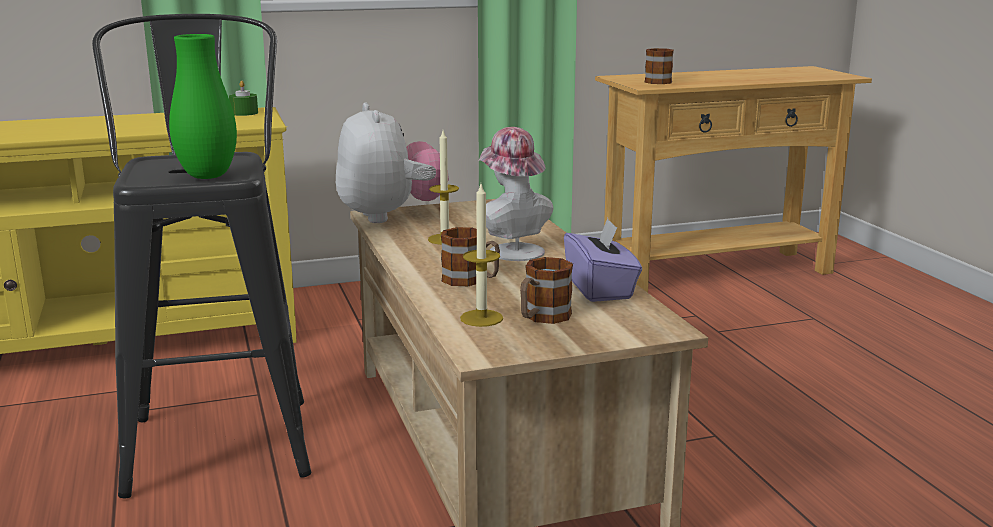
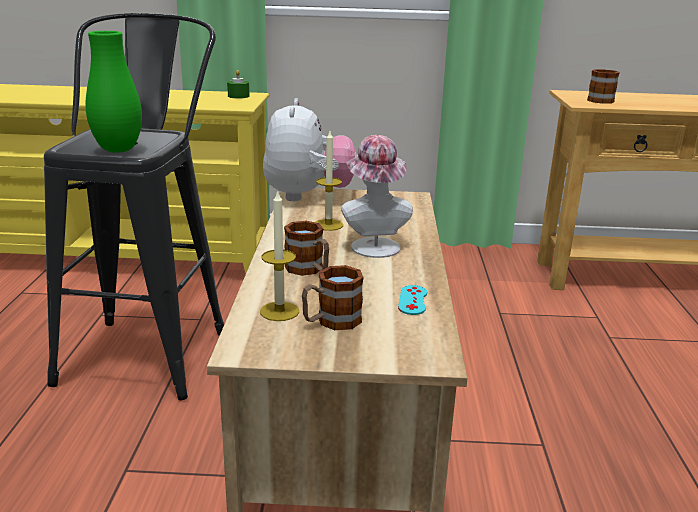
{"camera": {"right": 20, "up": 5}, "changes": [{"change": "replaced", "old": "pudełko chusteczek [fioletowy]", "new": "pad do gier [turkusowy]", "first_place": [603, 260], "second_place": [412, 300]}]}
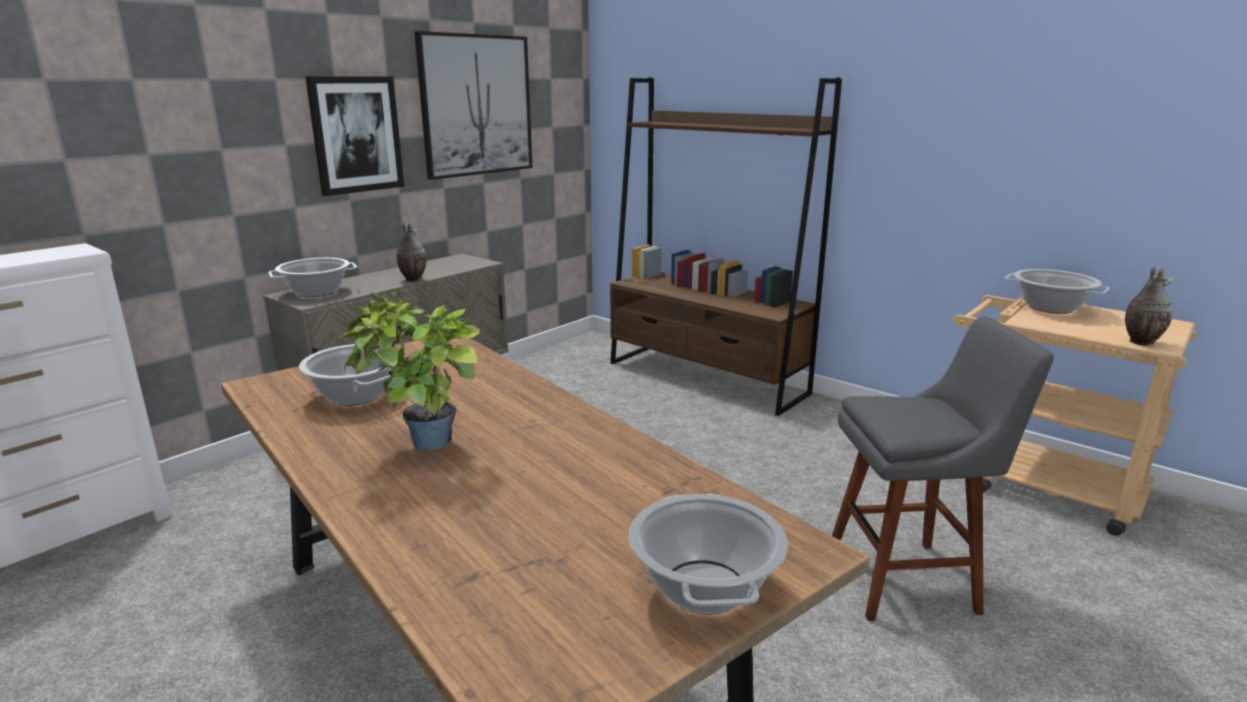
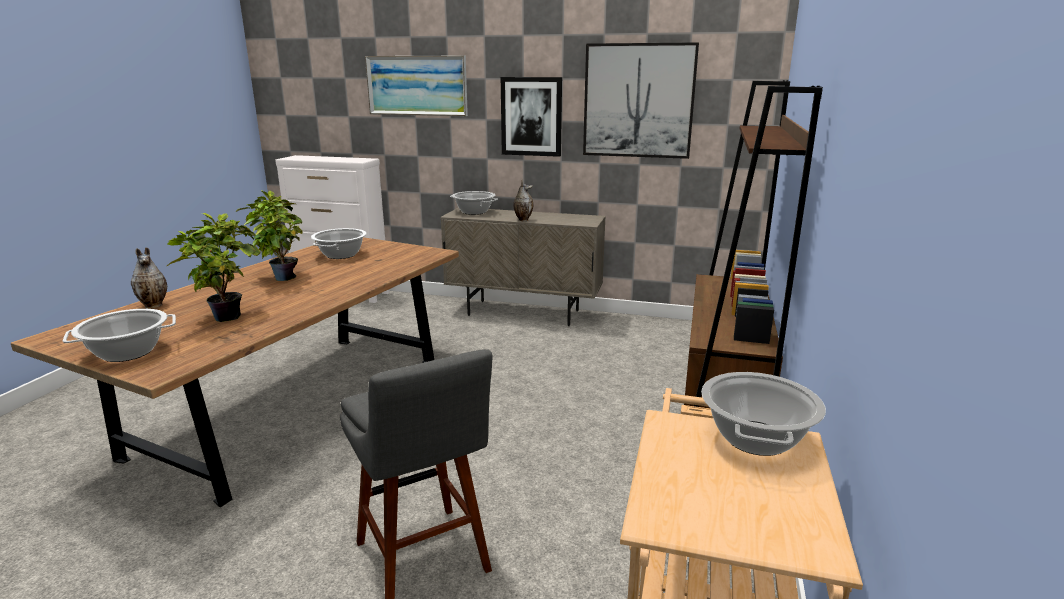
{"camera": {"right": 65, "up": 0}, "changes": [{"change": "moved", "old": "wazon", "first_place": [1149, 306], "second_place": [149, 278]}, {"change": "added", "new": "obraz", "second_place": [416, 86]}, {"change": "added", "new": "roślina doniczkowa", "second_place": [214, 267]}]}
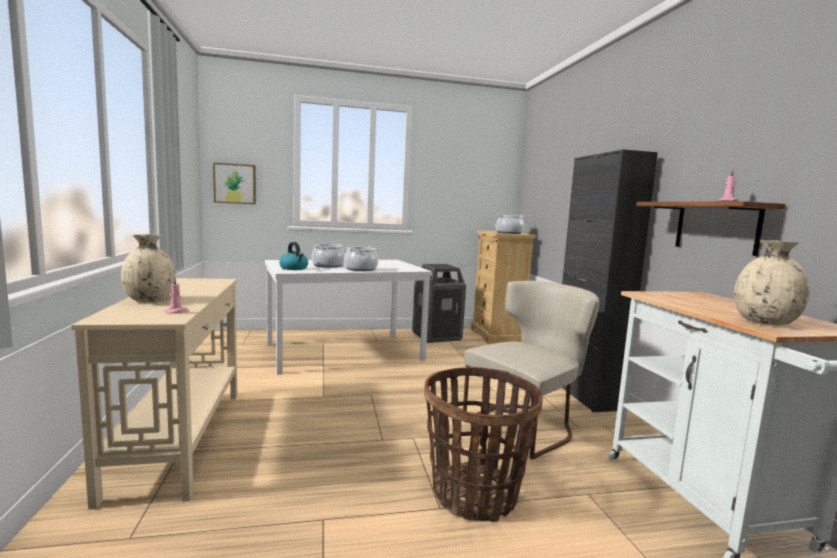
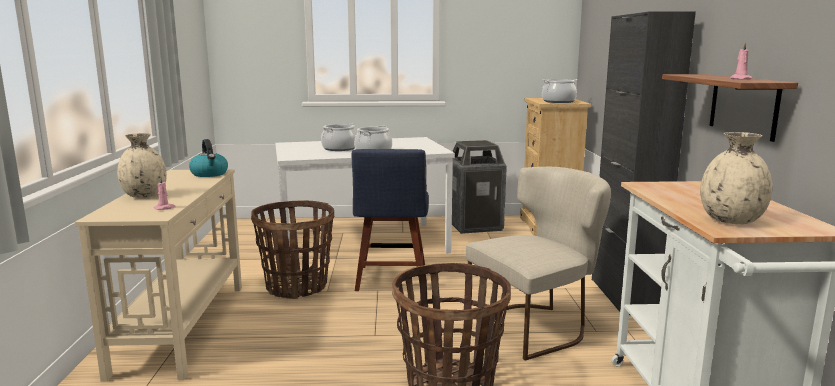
{"camera": {"right": 10, "up": 5}, "changes": [{"change": "removed", "old": "obraz", "first_place": [234, 183]}, {"change": "moved", "old": "czajnik", "first_place": [293, 256], "second_place": [208, 158]}, {"change": "added", "new": "krzesło [niebieski]", "second_place": [390, 220]}, {"change": "added", "new": "koszyk", "second_place": [292, 249]}]}
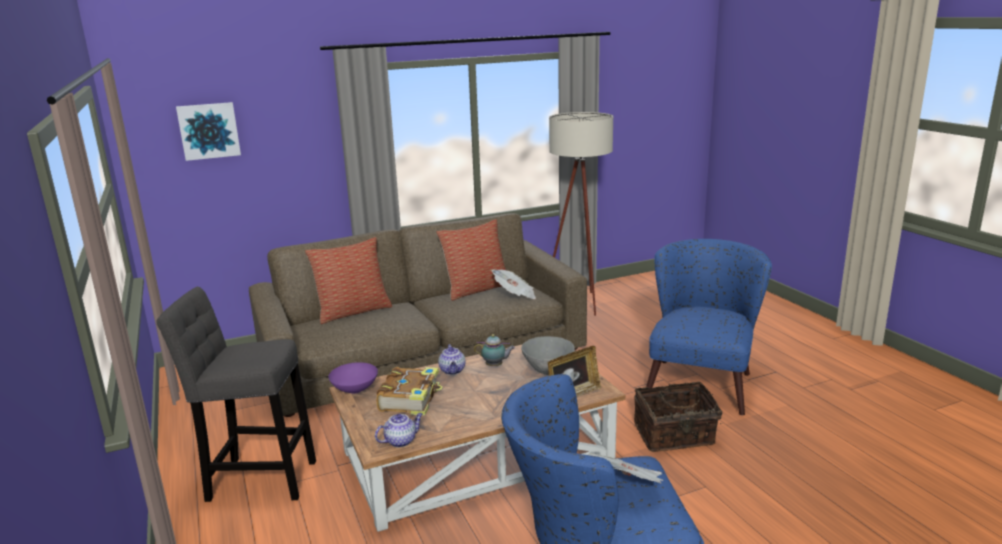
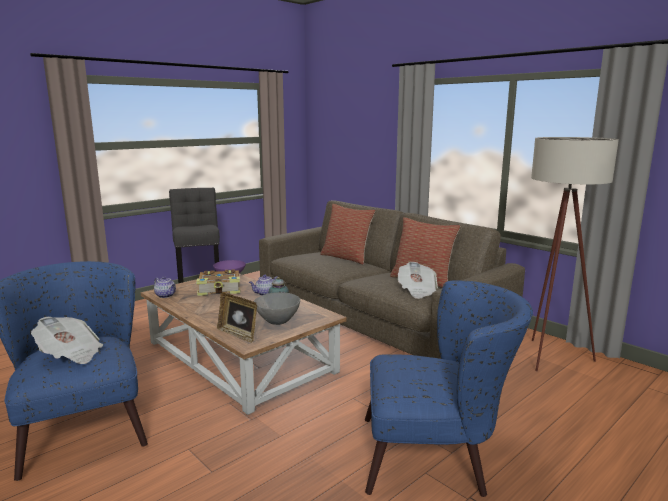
{"camera": {"right": 70, "up": -5}, "changes": [{"change": "removed", "old": "obraz", "first_place": [208, 131]}, {"change": "removed", "old": "koszyk", "first_place": [678, 417]}]}
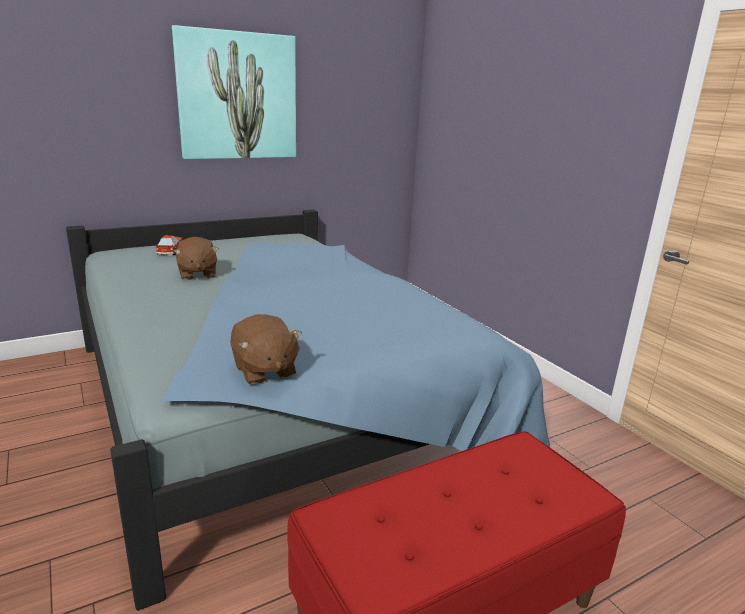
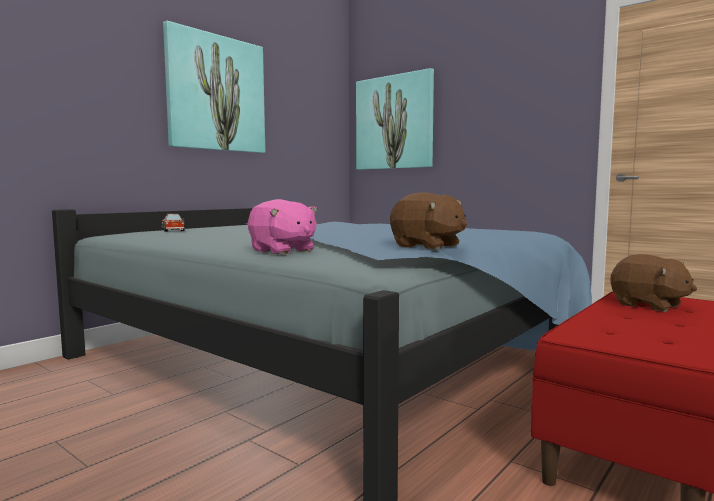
{"camera": {"right": -20, "up": -15}, "changes": [{"change": "moved", "old": "pluszak [brązowy]", "first_place": [196, 258], "second_place": [653, 283]}, {"change": "added", "new": "obraz", "second_place": [395, 119]}, {"change": "added", "new": "pluszak [różowy]", "second_place": [283, 226]}]}
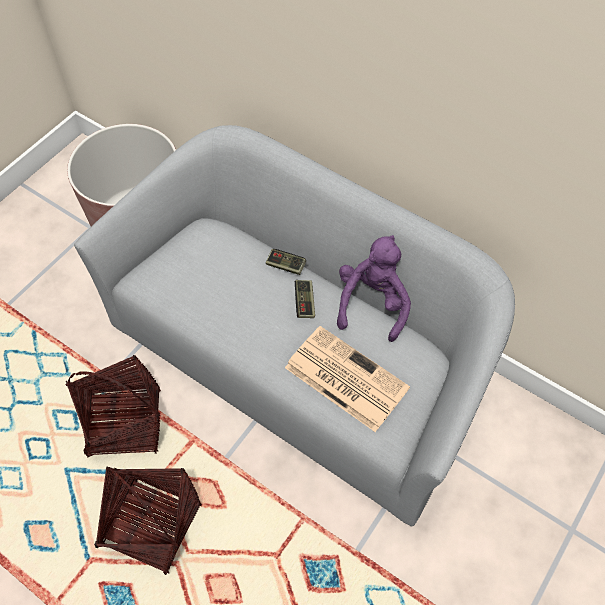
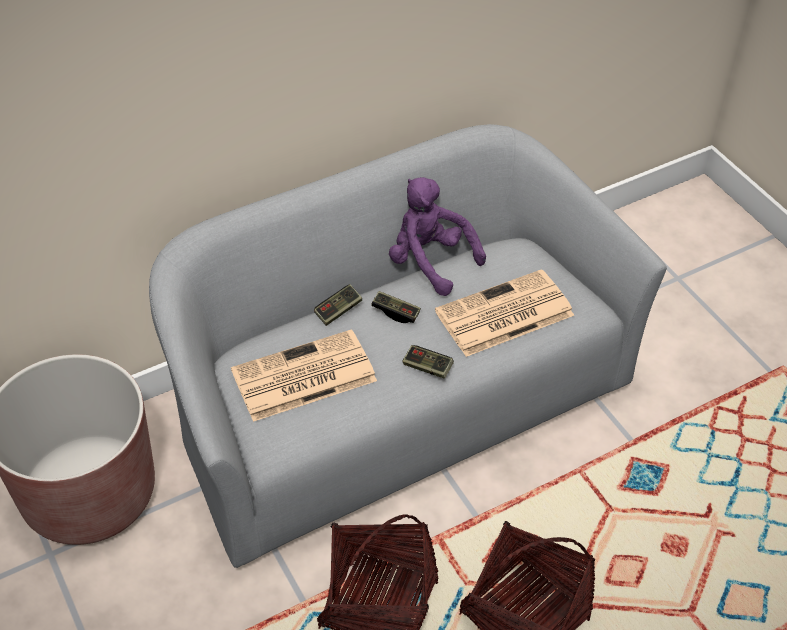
{"camera": {"right": -65, "up": -10}, "changes": [{"change": "added", "new": "gazeta", "second_place": [304, 375]}, {"change": "added", "new": "pad do gier", "second_place": [428, 362]}]}
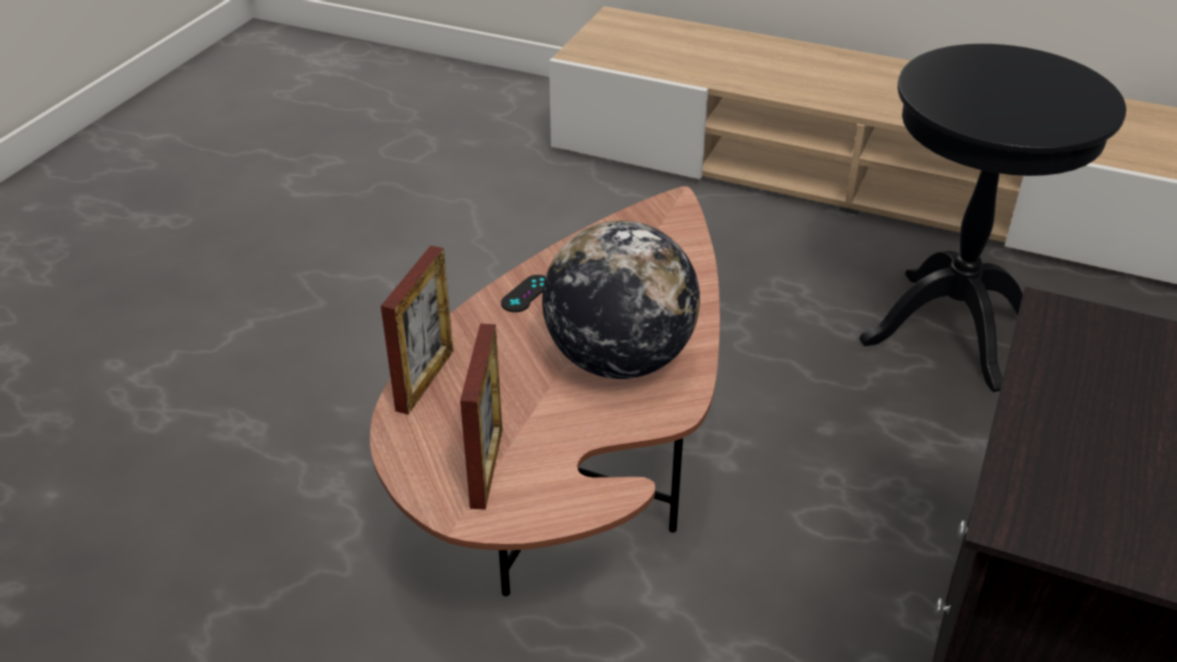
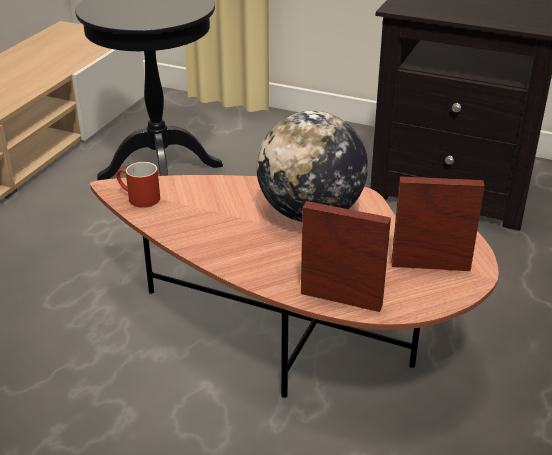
{"camera": {"right": -90, "up": -5}, "changes": [{"change": "removed", "old": "pad do gier [czarny]", "first_place": [523, 293]}, {"change": "added", "new": "kubek [czerwony]", "second_place": [138, 185]}]}
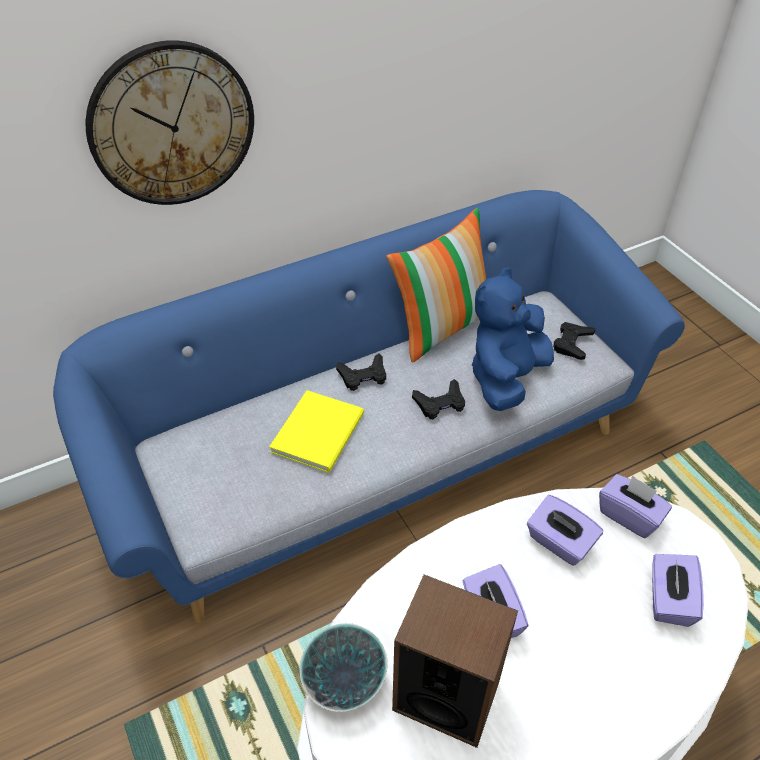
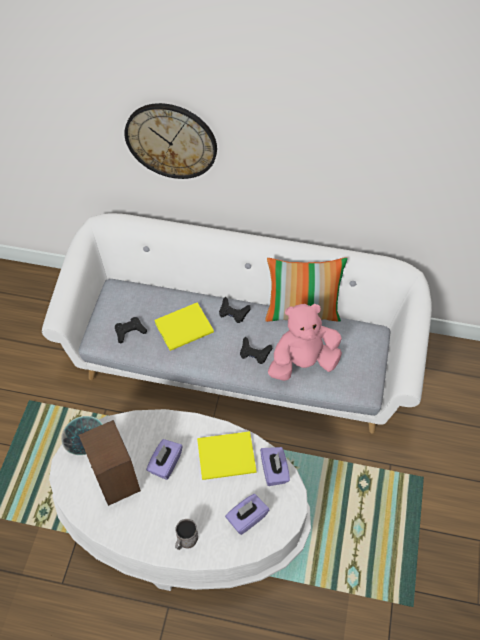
{"camera": {"right": 40, "up": 10}, "changes": [{"change": "recoloured", "old": "kanapa [niebieski]", "new": "kanapa [biały]", "first_place": [369, 406], "second_place": [237, 323]}, {"change": "recoloured", "old": "pluszak [niebieski]", "new": "pluszak [różowy]", "first_place": [513, 339], "second_place": [305, 342]}, {"change": "moved", "old": "pad do gier [czarny]", "first_place": [574, 341], "second_place": [131, 330]}, {"change": "replaced", "old": "pudełko chusteczek [fioletowy]", "new": "książka [żółty]", "first_place": [565, 530], "second_place": [226, 455]}, {"change": "added", "new": "kubek [szary]", "second_place": [186, 534]}]}
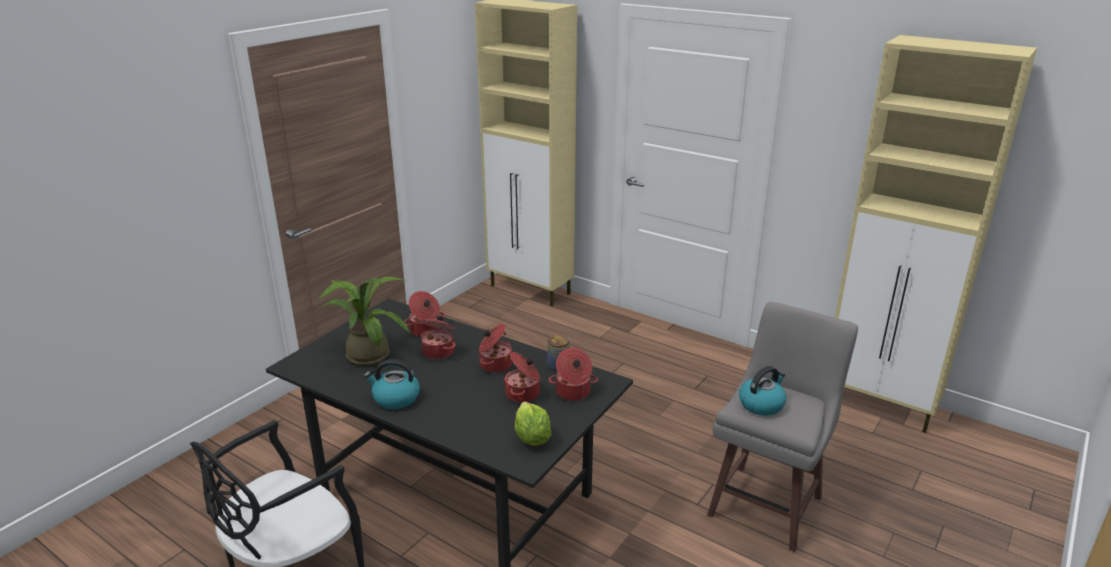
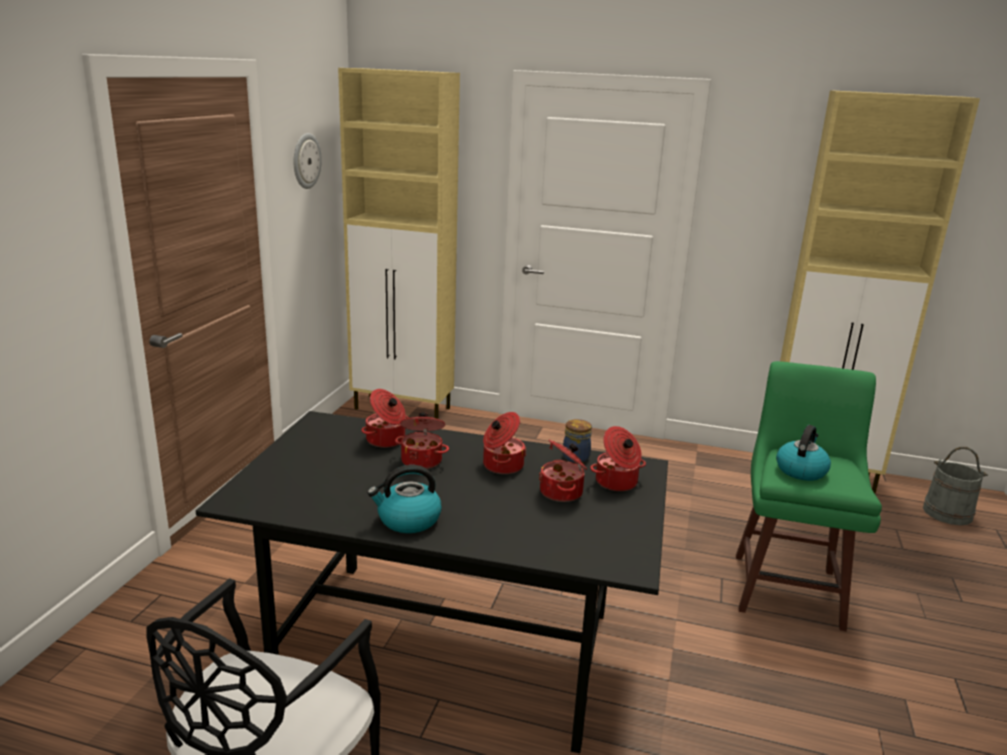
{"camera": {"right": -20, "up": -5}, "changes": [{"change": "removed", "old": "roślina doniczkowa", "first_place": [364, 321]}, {"change": "recoloured", "old": "stołek [szary]", "new": "stołek [zielony]", "first_place": [782, 427], "second_place": [809, 496]}, {"change": "removed", "old": "sałata", "first_place": [533, 423]}, {"change": "added", "new": "zegar ścienny", "second_place": [308, 161]}, {"change": "added", "new": "wiadro [szary]", "second_place": [956, 486]}]}
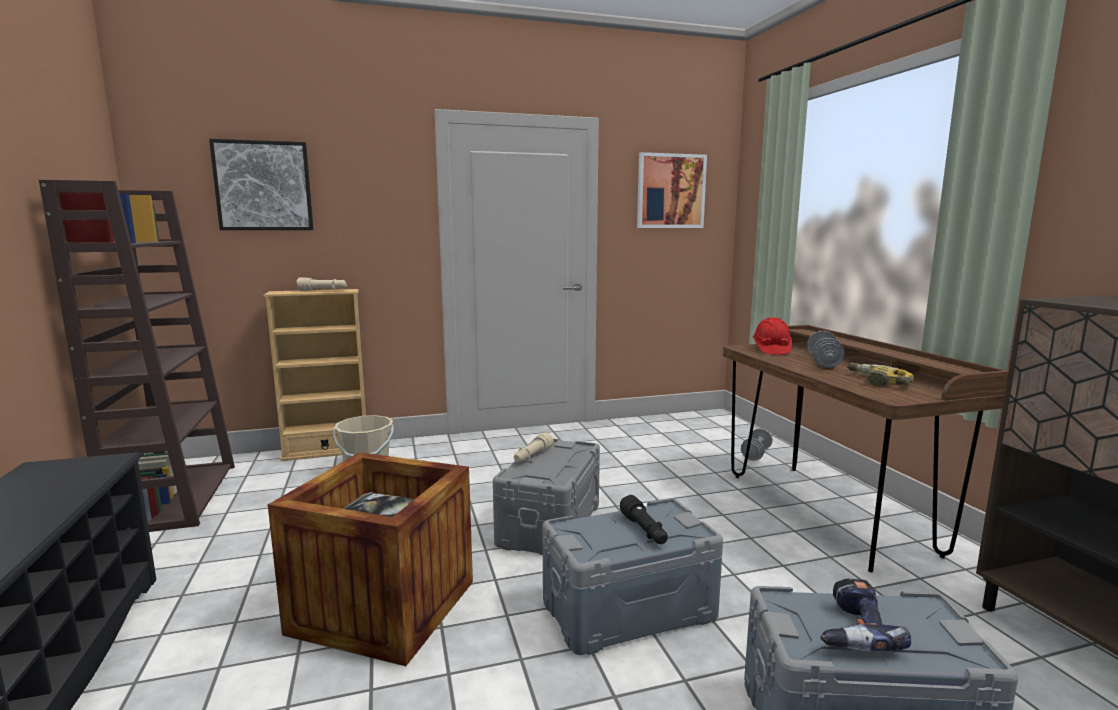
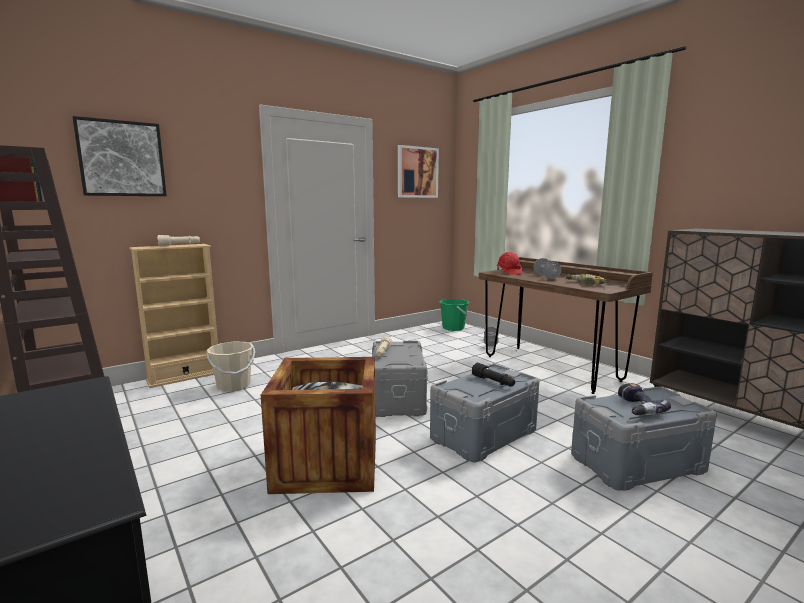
{"camera": {"right": -20, "up": 0}, "changes": [{"change": "added", "new": "wiadro [zielony]", "second_place": [454, 315]}]}
